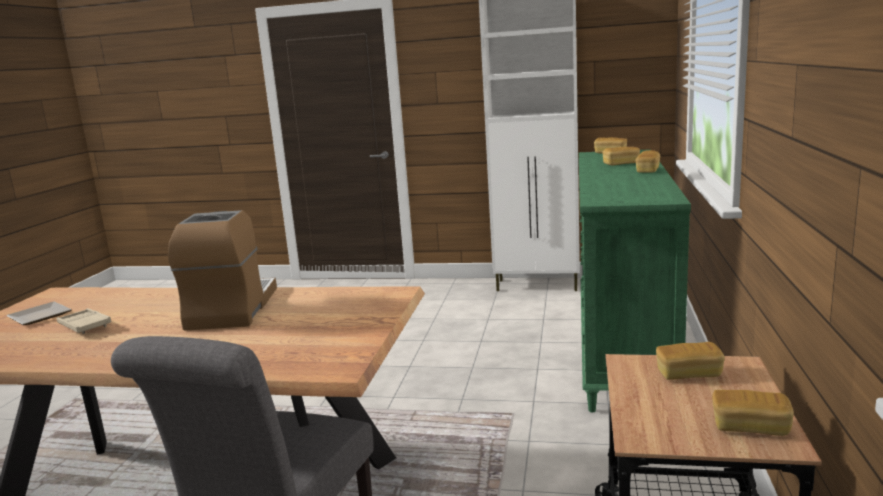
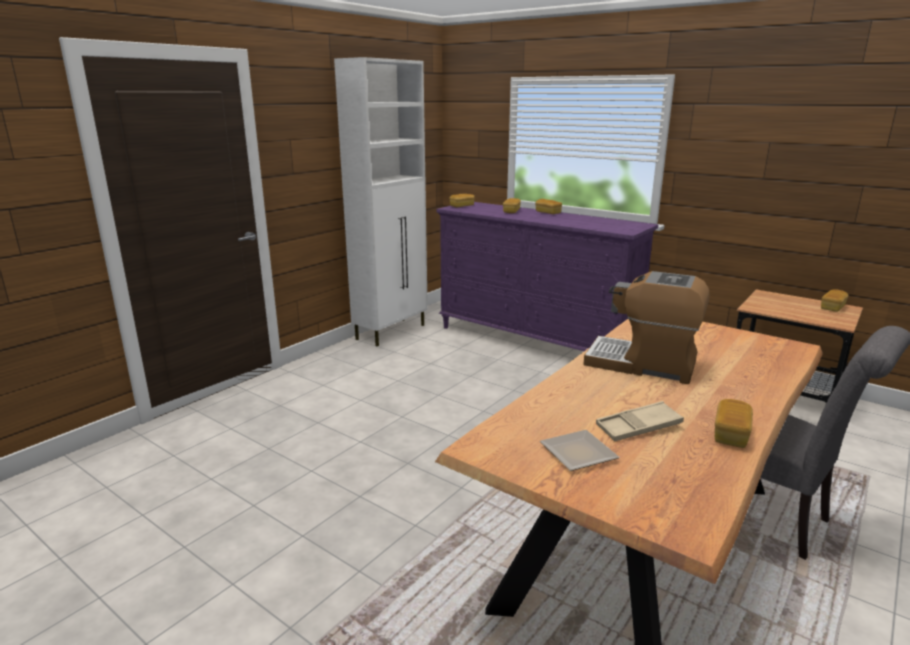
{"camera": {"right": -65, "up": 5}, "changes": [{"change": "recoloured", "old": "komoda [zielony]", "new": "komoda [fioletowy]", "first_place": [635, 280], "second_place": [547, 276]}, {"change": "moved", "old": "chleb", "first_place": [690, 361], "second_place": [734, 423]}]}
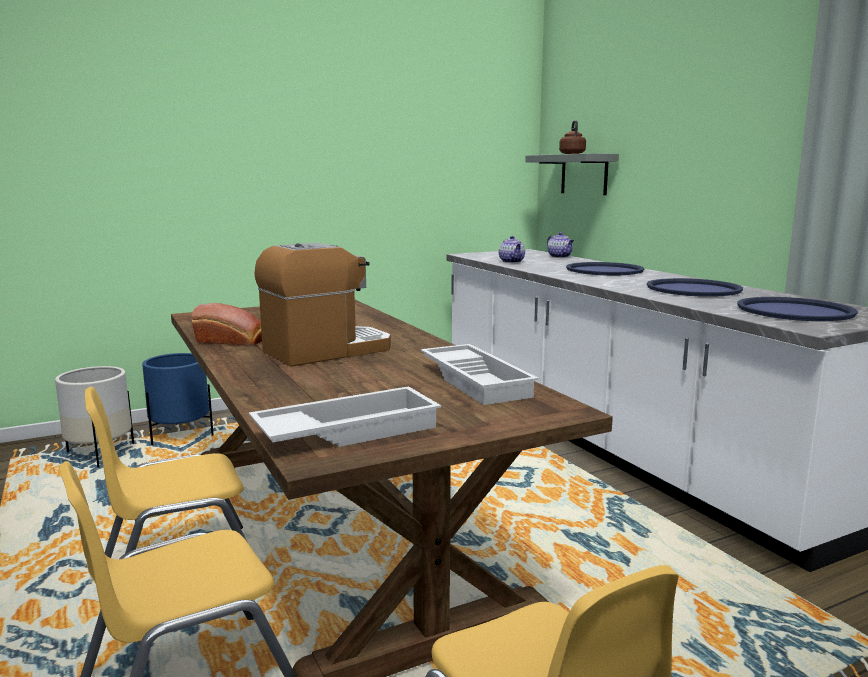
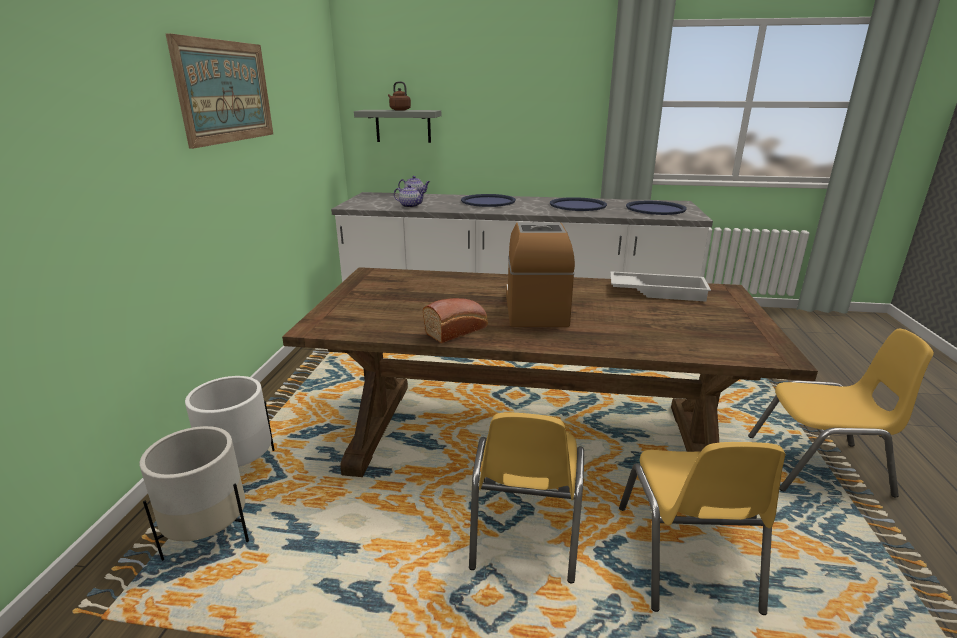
{"camera": {"right": -55, "up": 10}, "changes": [{"change": "recoloured", "old": "donica [niebieski]", "new": "donica [biały]", "first_place": [178, 399], "second_place": [229, 421]}, {"change": "removed", "old": "taca [biały]", "first_place": [345, 416]}, {"change": "added", "new": "obraz", "second_place": [219, 91]}]}
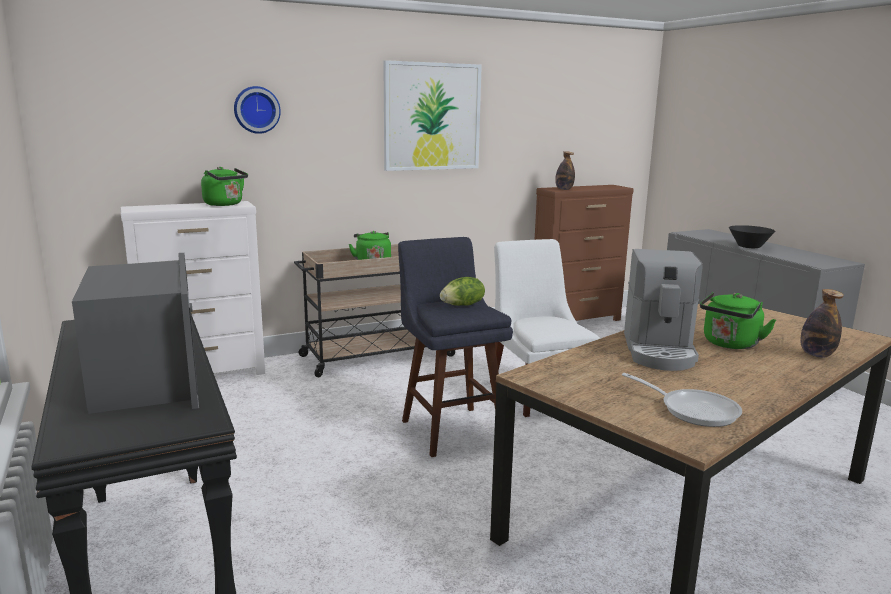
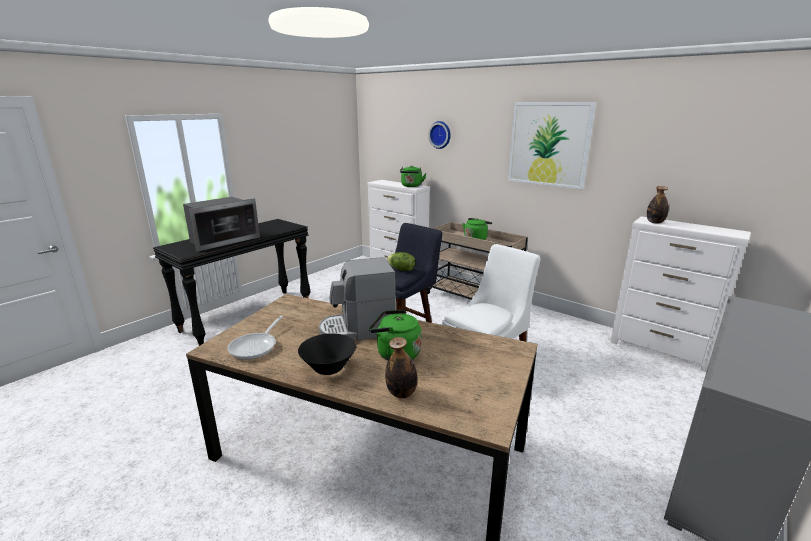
{"camera": {"right": 65, "up": 5}, "changes": [{"change": "recoloured", "old": "komoda [brązowy]", "new": "komoda [biały]", "first_place": [584, 253], "second_place": [680, 294]}, {"change": "moved", "old": "miska [czarny]", "first_place": [752, 236], "second_place": [327, 354]}]}
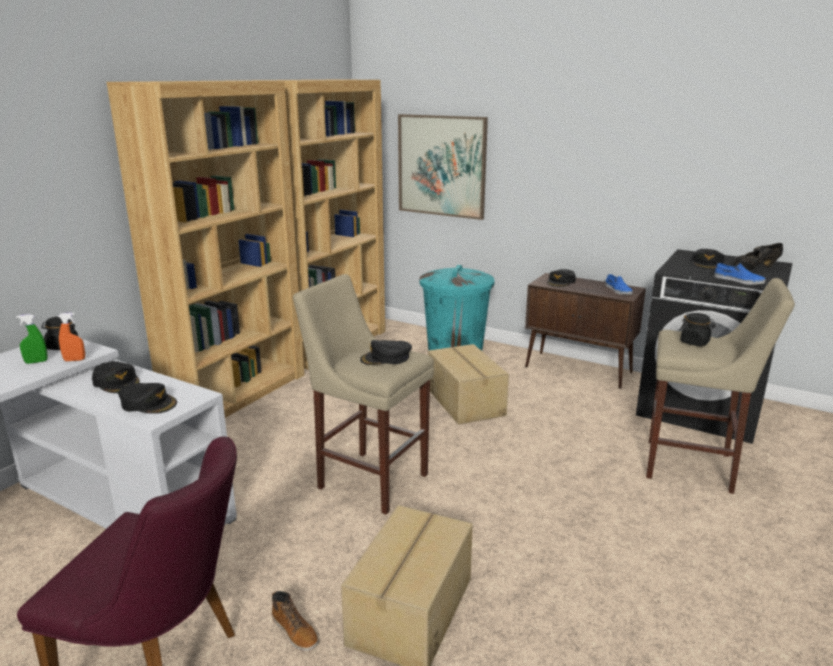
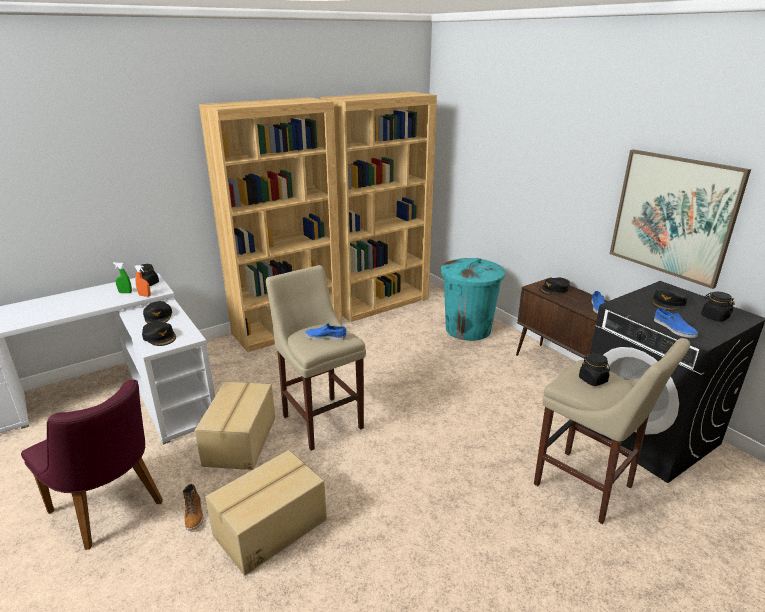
{"camera": {"right": 25, "up": 5}, "changes": [{"change": "moved", "old": "obraz", "first_place": [443, 167], "second_place": [680, 219]}, {"change": "replaced", "old": "but [czarny]", "new": "słoik [czarny]", "first_place": [758, 256], "second_place": [718, 307]}, {"change": "replaced", "old": "czapka z daszkiem [czarny]", "new": "but [niebieski]", "first_place": [386, 352], "second_place": [326, 332]}, {"change": "moved", "old": "karton", "first_place": [468, 384], "second_place": [235, 426]}]}
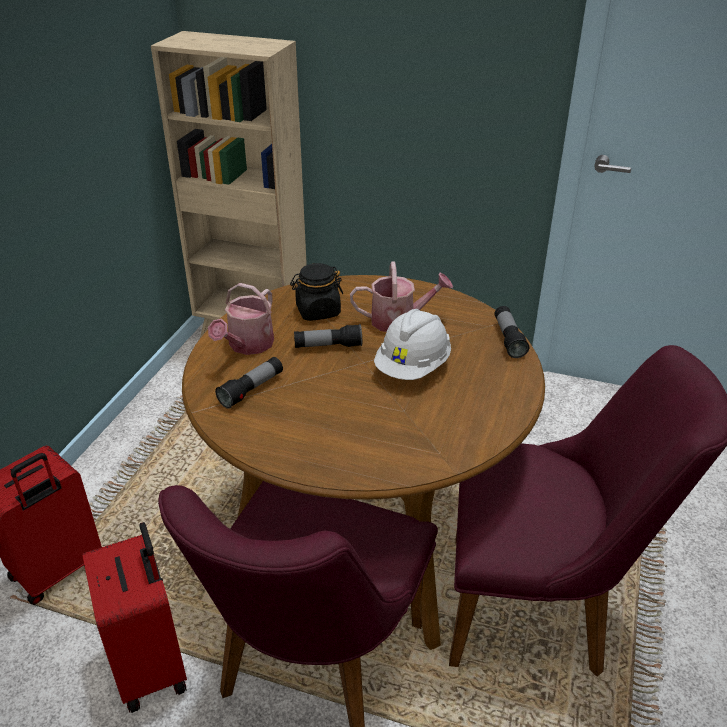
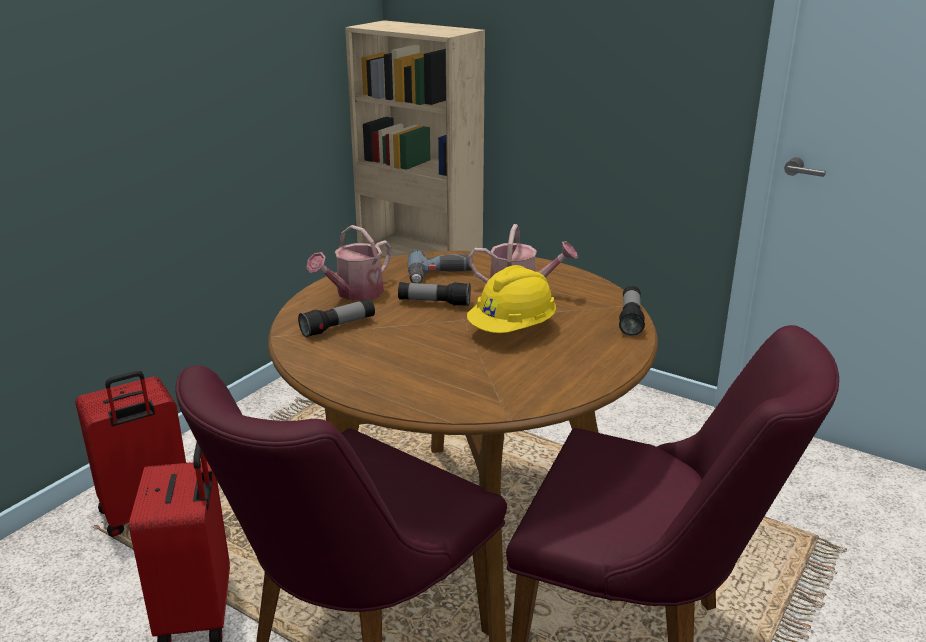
{"camera": {"right": 15, "up": -10}, "changes": [{"change": "replaced", "old": "słoik [czarny]", "new": "wiertarka", "first_place": [317, 292], "second_place": [440, 266]}, {"change": "recoloured", "old": "kask [biały]", "new": "kask [żółty]", "first_place": [412, 344], "second_place": [511, 299]}]}
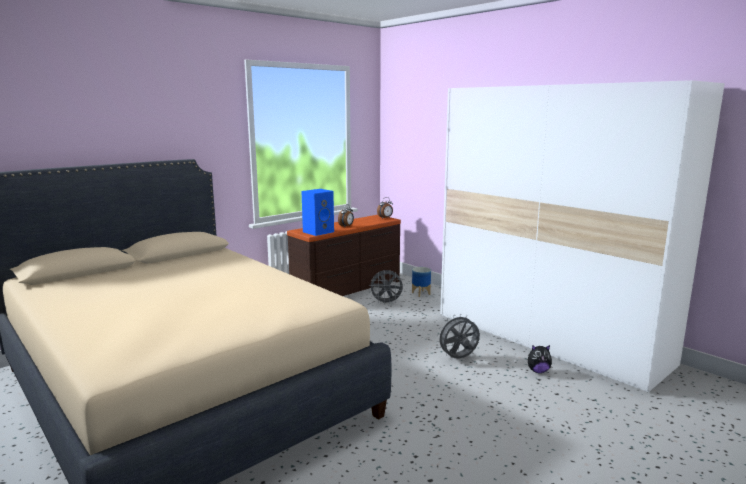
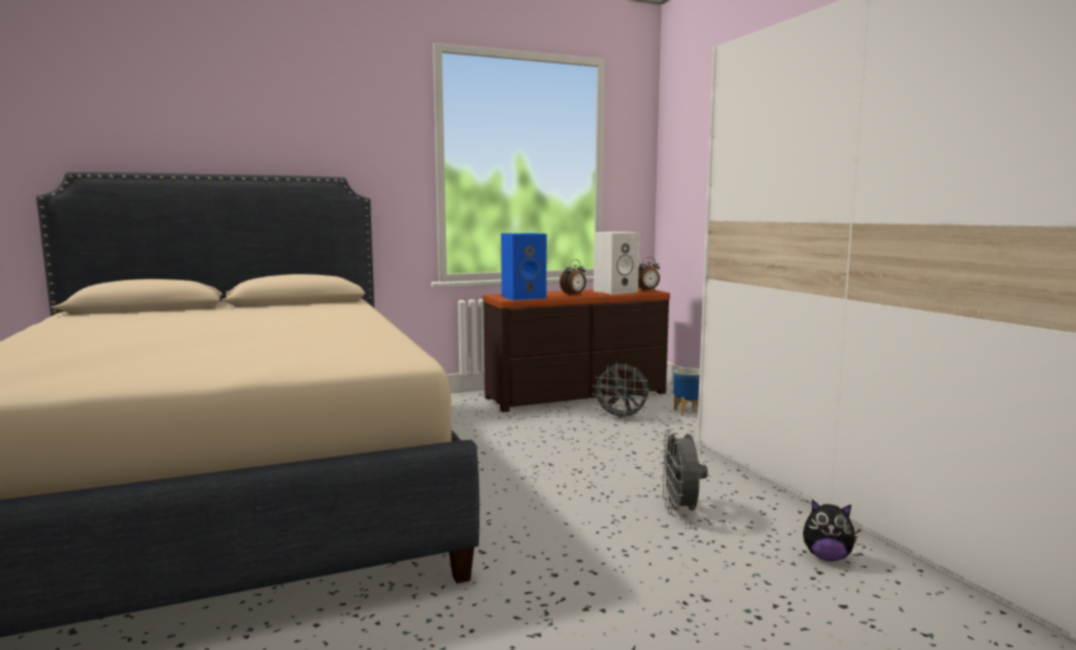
{"camera": {"right": 20, "up": -5}, "changes": [{"change": "turned", "old": "wentylator [szary]", "first_place": [458, 336], "second_place": [684, 472], "degrees": -90}, {"change": "added", "new": "głośnik [biały]", "second_place": [616, 263]}]}
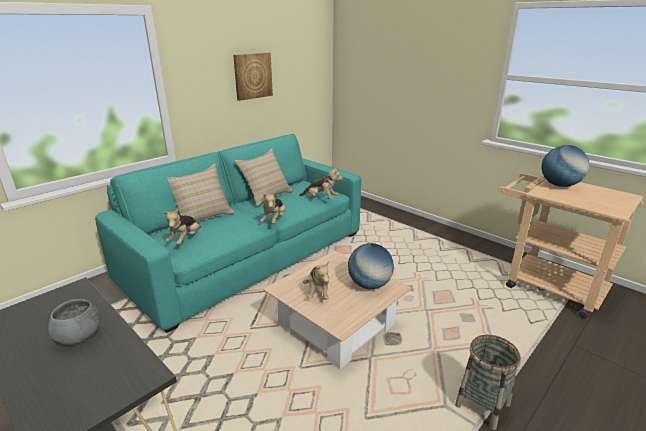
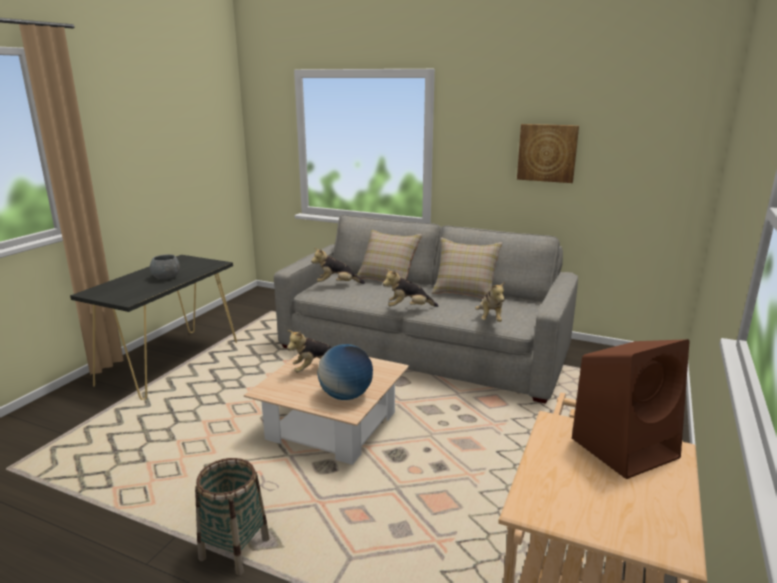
{"camera": {"right": 70, "up": -5}, "changes": [{"change": "recoloured", "old": "kanapa [turkusowy]", "new": "kanapa [szary]", "first_place": [228, 233], "second_place": [426, 309]}, {"change": "replaced", "old": "globus", "new": "głośnik [brązowy]", "first_place": [565, 166], "second_place": [630, 409]}]}
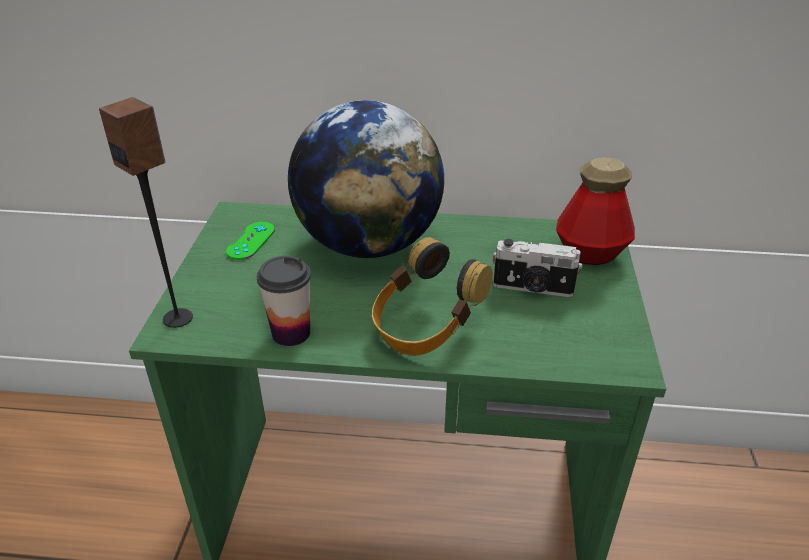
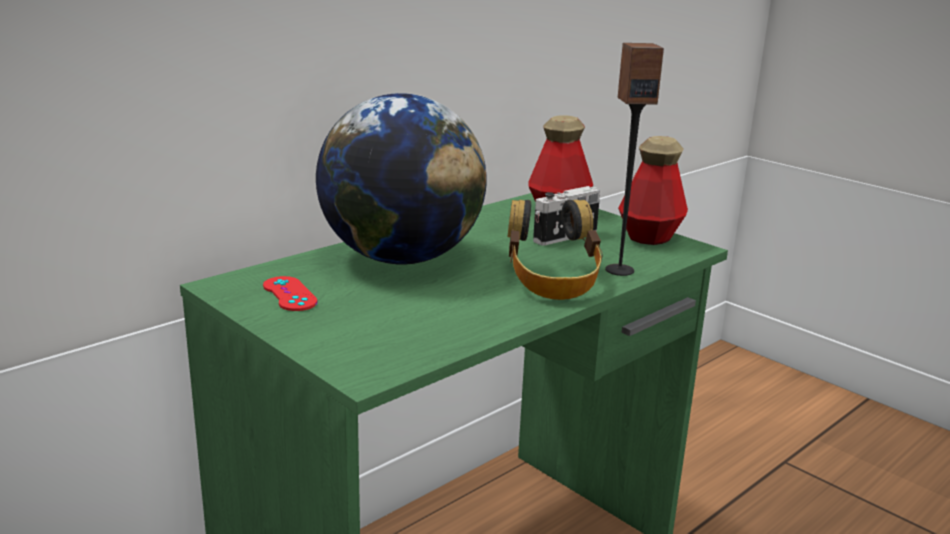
{"camera": {"right": -50, "up": -15}, "changes": [{"change": "moved", "old": "głośnik", "first_place": [146, 212], "second_place": [634, 159]}, {"change": "recoloured", "old": "pad do gier [zielony]", "new": "pad do gier [czerwony]", "first_place": [250, 241], "second_place": [290, 293]}, {"change": "removed", "old": "filiżanka", "first_place": [284, 301]}, {"change": "added", "new": "butelka", "second_place": [653, 190]}]}
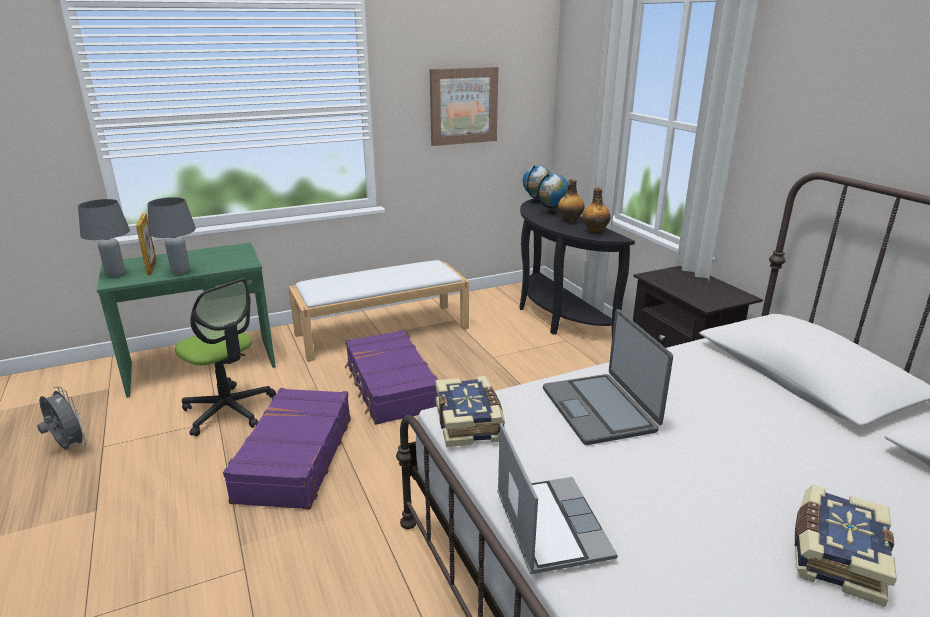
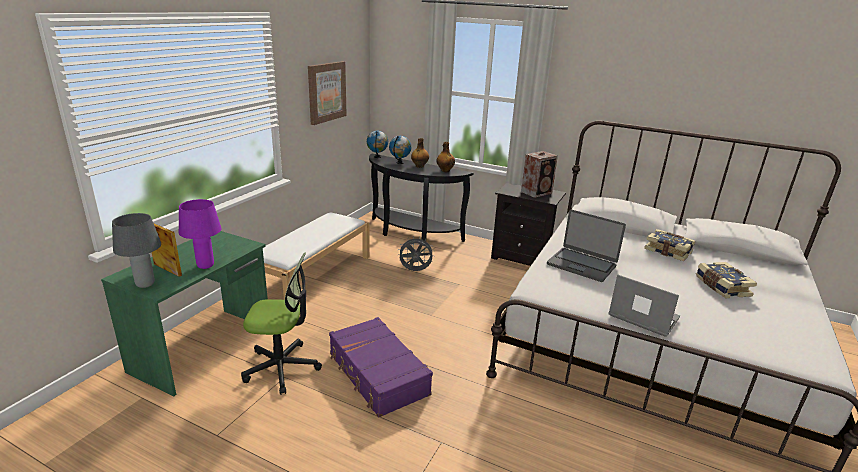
{"camera": {"right": -40, "up": 0}, "changes": [{"change": "recoloured", "old": "lampa stołowa [szary]", "new": "lampa stołowa [fioletowy]", "first_place": [171, 236], "second_place": [200, 234]}, {"change": "removed", "old": "walizka [fioletowy]", "first_place": [391, 377]}, {"change": "moved", "old": "książka", "first_place": [470, 411], "second_place": [669, 245]}, {"change": "moved", "old": "wentylator [szary]", "first_place": [62, 418], "second_place": [416, 253]}, {"change": "added", "new": "głośnik", "second_place": [539, 174]}]}
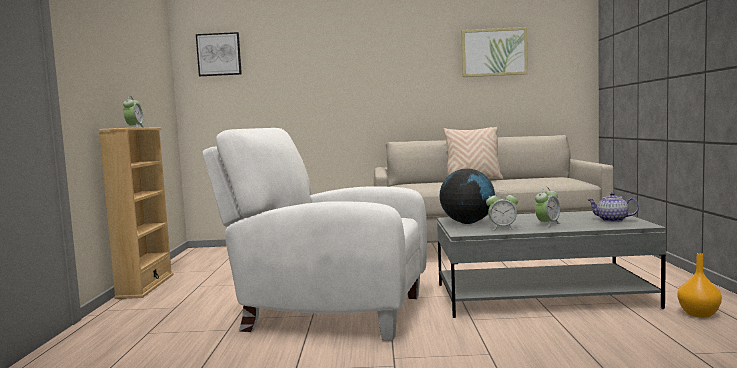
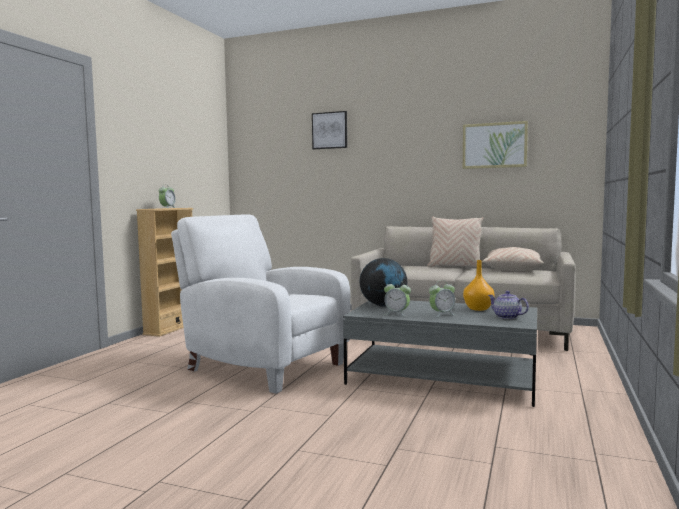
{"camera": {"right": 20, "up": 0}, "changes": [{"change": "moved", "old": "obraz", "first_place": [219, 54], "second_place": [329, 130]}, {"change": "moved", "old": "wazon [pomarańczowy]", "first_place": [699, 285], "second_place": [479, 285]}, {"change": "added", "new": "poduszka [beżowy]", "second_place": [513, 259]}]}
